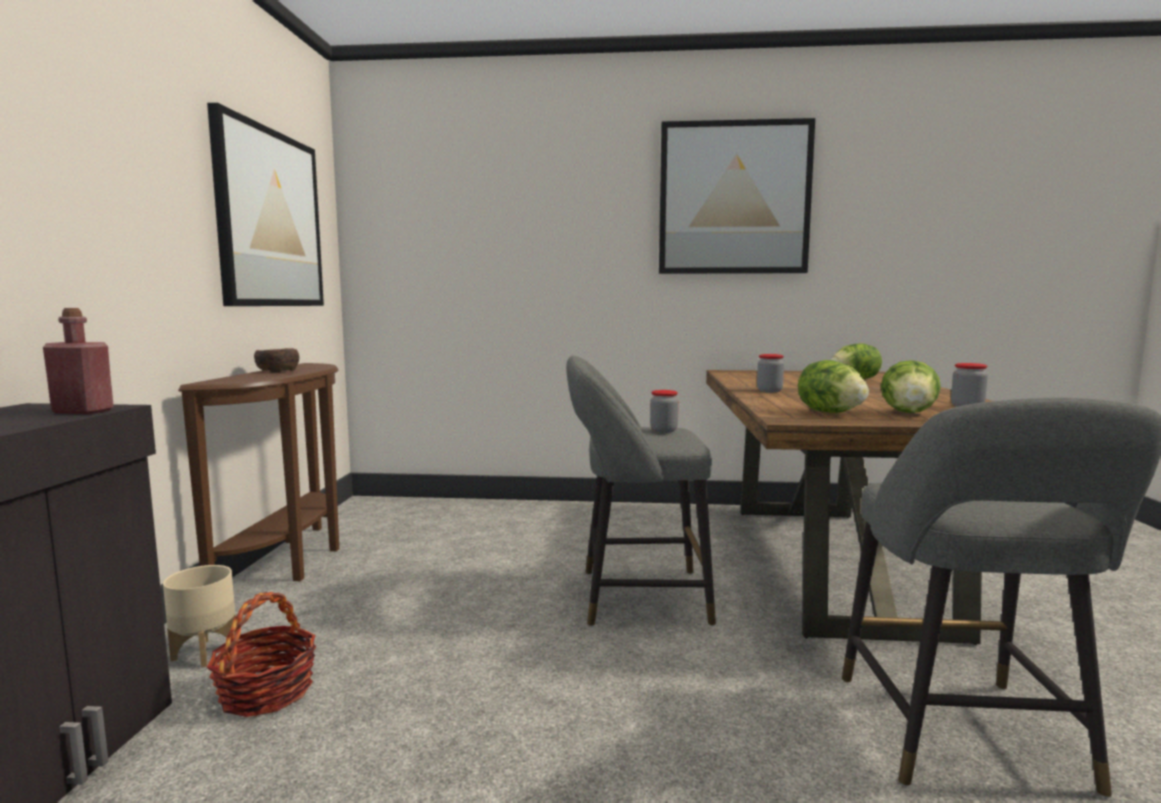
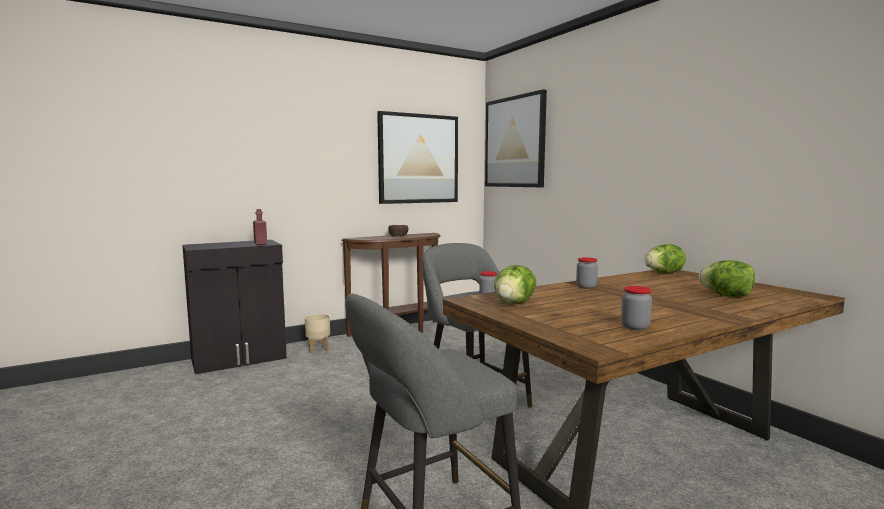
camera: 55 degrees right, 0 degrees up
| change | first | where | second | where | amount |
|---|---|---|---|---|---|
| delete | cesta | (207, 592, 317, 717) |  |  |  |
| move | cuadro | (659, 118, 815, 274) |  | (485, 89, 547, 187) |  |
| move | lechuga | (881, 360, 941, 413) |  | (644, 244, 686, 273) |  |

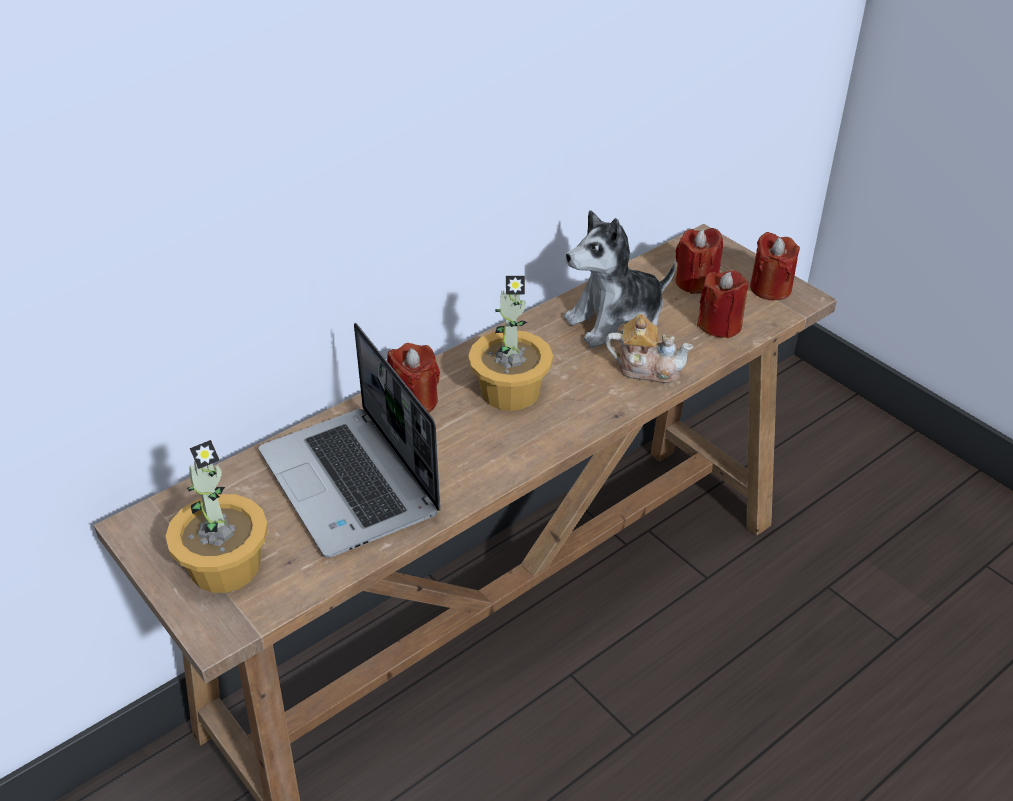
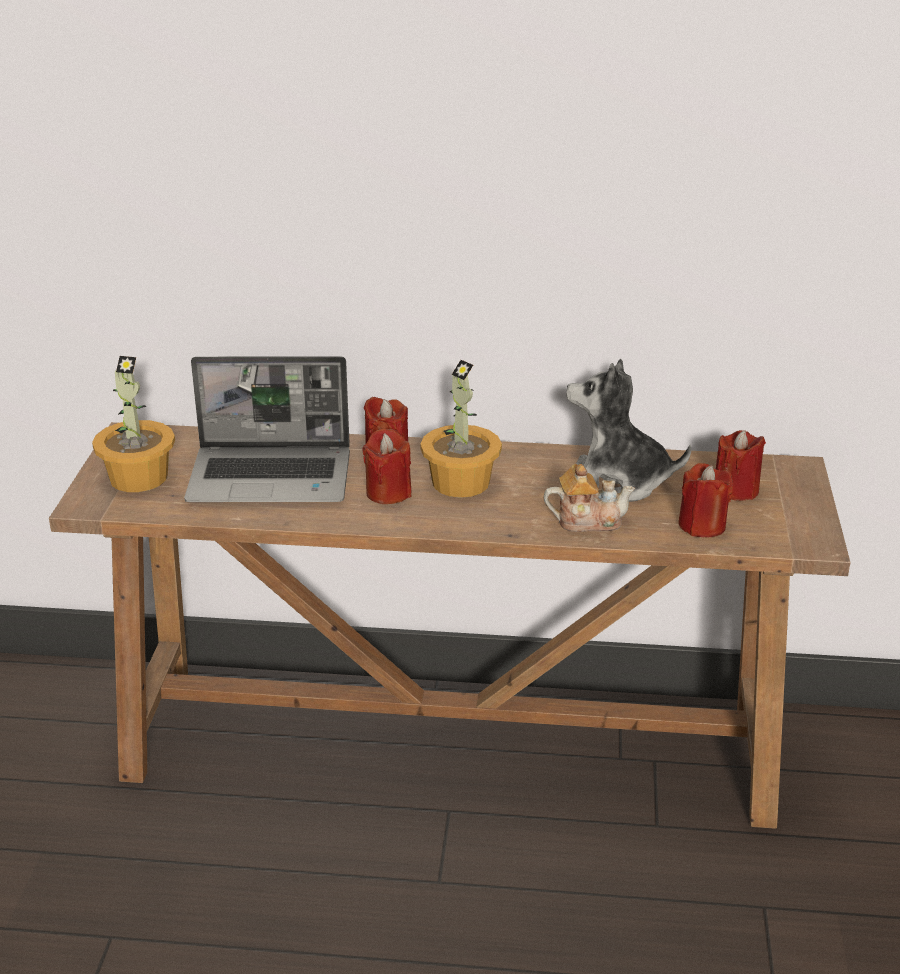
camera: 45 degrees right, 10 degrees down
| change | first | where | second | where | amount |
|---|---|---|---|---|---|
| move | vela [rojo] | (750, 232, 800, 300) |  | (363, 429, 412, 504) |  |
| rotate | portátil | (259, 323, 441, 558) |  | (184, 356, 350, 502) | 105 degrees counterclockwise |
| rotate | tetera | (606, 314, 694, 383) |  | (544, 464, 635, 532) | 60 degrees counterclockwise |

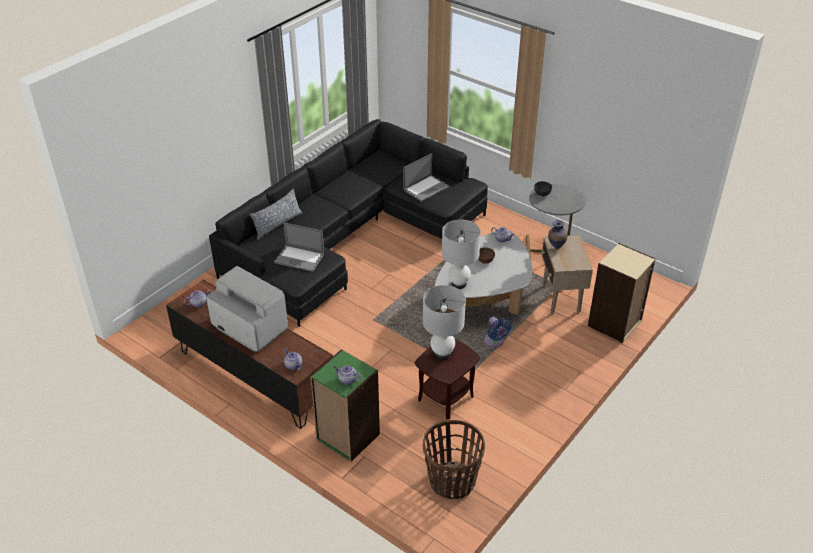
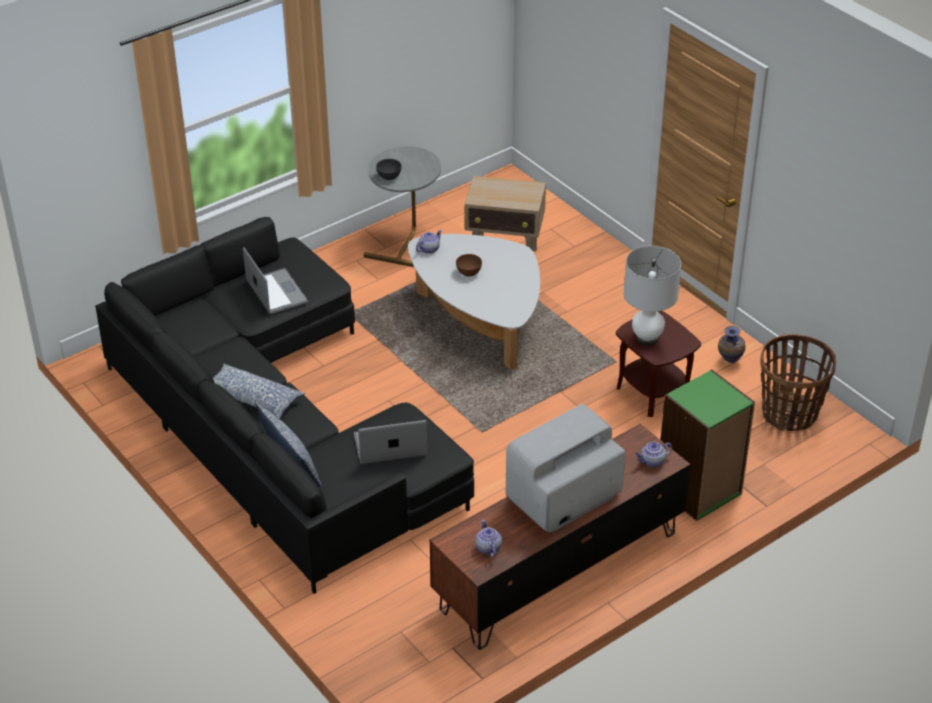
camera: 75 degrees left, 0 degrees up
| change | first | where | second | where | amount |
|---|---|---|---|---|---|
| delete | tetera | (333, 365, 362, 385) |  |  |  |
| delete | lámpara de mesa [blanco] | (442, 219, 481, 289) |  |  |  |
| delete | ventilador [azul] | (484, 317, 512, 347) |  |  |  |
| delete | estantería [beis] | (588, 243, 656, 343) |  |  |  |
| insert |  |  | cojín | (213, 364, 305, 419) |  |
| move | florero | (548, 220, 568, 249) |  | (718, 326, 745, 363) |  |
| rotate | portátil | (274, 222, 324, 272) |  | (354, 420, 427, 464) | 135 degrees counterclockwise |

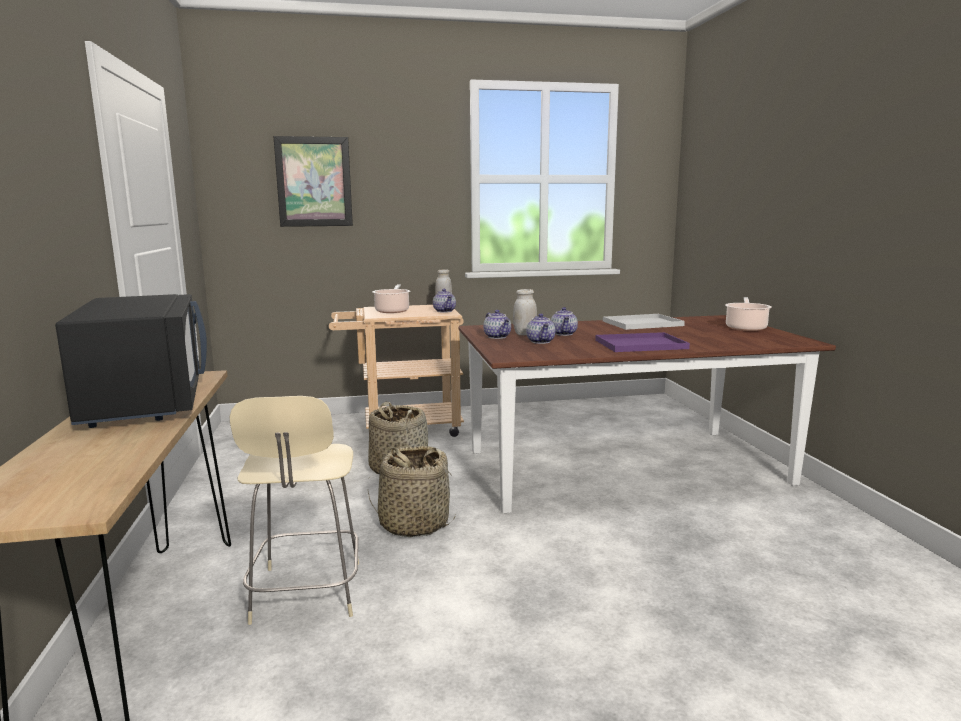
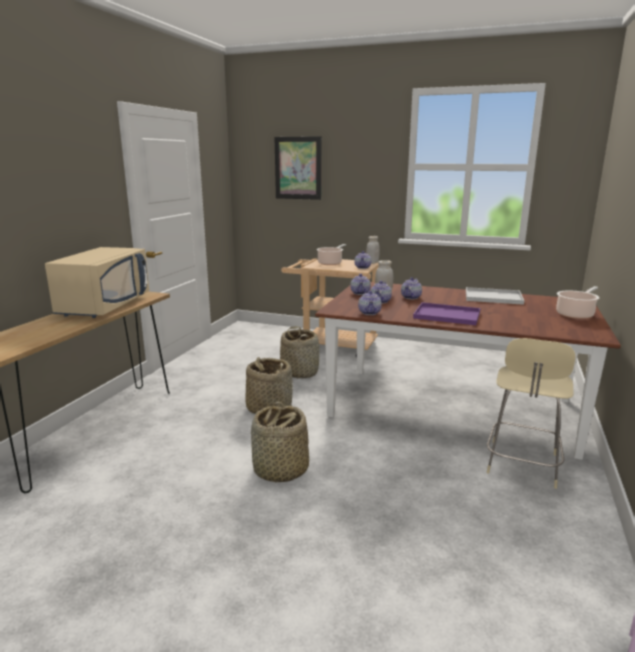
camera: 30 degrees right, 5 degrees up
| change | first | where | second | where | amount |
|---|---|---|---|---|---|
| insert |  |  | cesta | (251, 402, 309, 483) |  |
| insert |  |  | tetera | (358, 291, 382, 315) |  |
| move | silla [beis] | (230, 396, 359, 625) |  | (487, 338, 575, 489) |  |
| recolor | microondas [negro] | (55, 294, 207, 428) | microondas [beis] | (45, 247, 149, 318) |  |

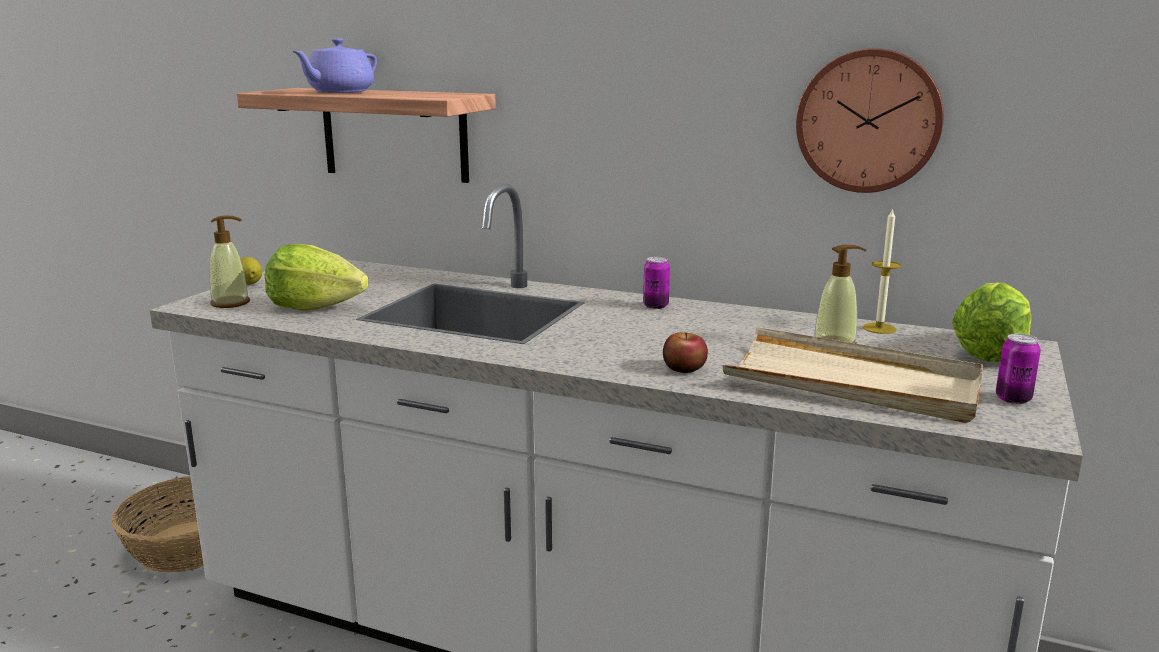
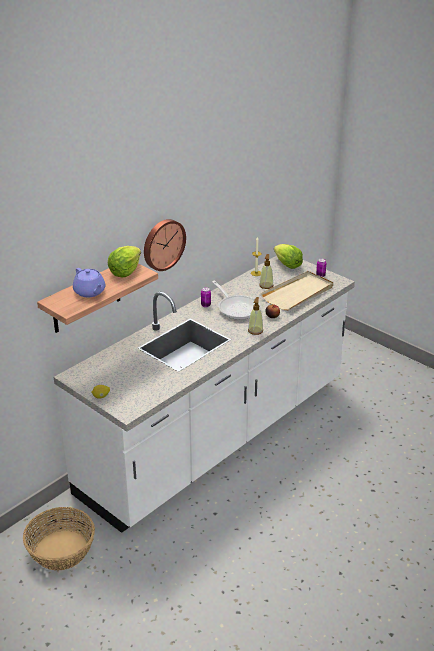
camera: 70 degrees left, 15 degrees up
| change | first | where | second | where | amount |
|---|---|---|---|---|---|
| insert |  |  | sartén | (212, 281, 260, 320) |  |
| move | dispensador de jabón | (210, 216, 250, 308) |  | (248, 297, 263, 335) |  |
| move | lechuga | (265, 244, 369, 311) |  | (108, 246, 141, 277) |  |
| move | reloj de pared | (796, 48, 944, 193) |  | (144, 219, 186, 271) |  |

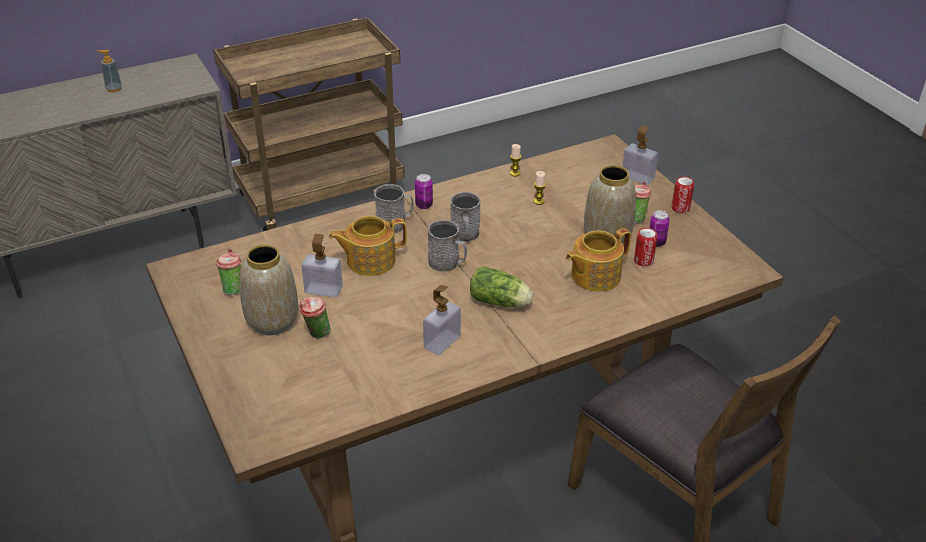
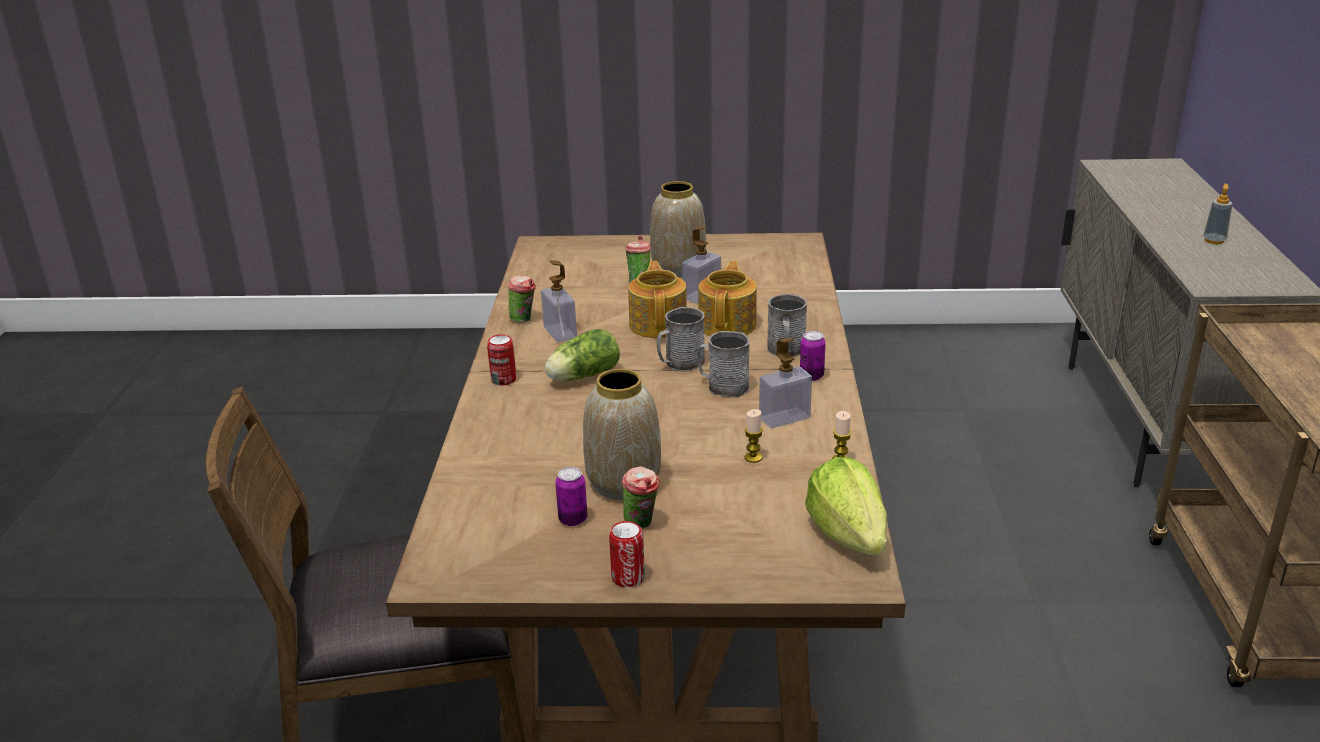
camera: 120 degrees right, 10 degrees down
| change | first | where | second | where | amount |
|---|---|---|---|---|---|
| insert |  |  | lechuga | (805, 457, 887, 555) |  |
| move | taza | (216, 249, 241, 295) |  | (508, 276, 536, 322) |  |
| move | tetera | (565, 228, 631, 292) |  | (628, 261, 687, 338) |  |
| move | dispensador de jabón | (622, 125, 658, 185) |  | (759, 338, 812, 428) |  |
| move | lata | (634, 228, 657, 266) |  | (487, 334, 516, 386) |  |

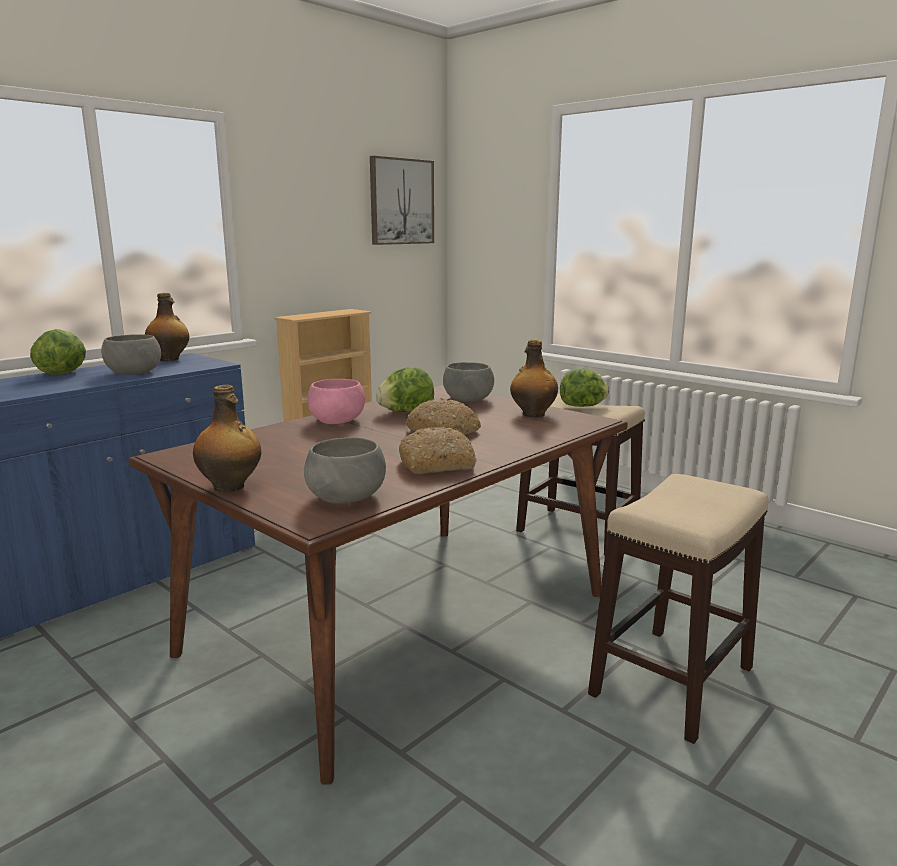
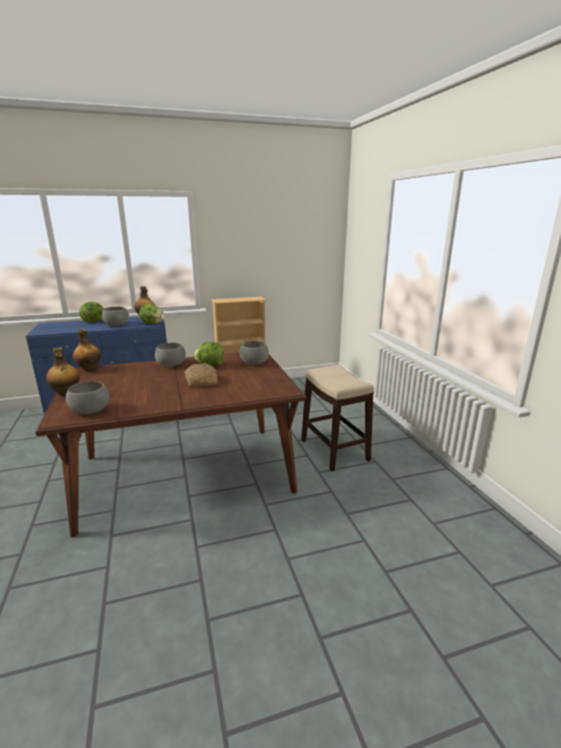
camera: 30 degrees right, 5 degrees up
| change | first | where | second | where | amount |
|---|---|---|---|---|---|
| delete | cuadro | (370, 156, 434, 245) |  |  |  |
| delete | pan | (399, 427, 477, 474) |  |  |  |
| delete | taburete | (588, 474, 768, 744) |  |  |  |
| move | botella | (510, 340, 558, 417) |  | (73, 329, 101, 372) |  |
| move | lechuga | (560, 369, 609, 407) |  | (139, 303, 165, 324) |  |
| recolor | cuenco [rosa] | (307, 379, 365, 424) | cuenco [gris] | (155, 343, 186, 367) |  |

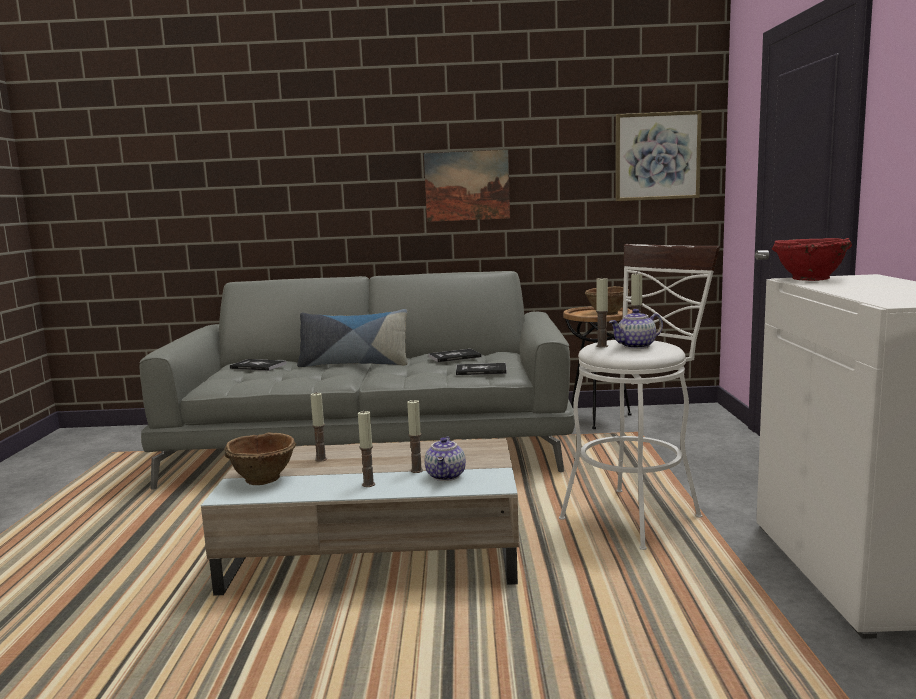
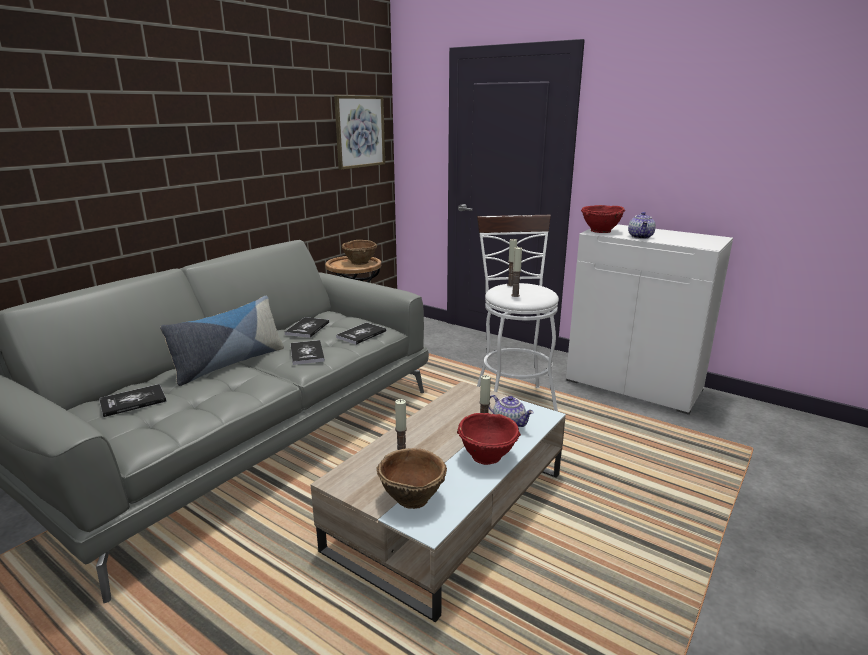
camera: 55 degrees left, 10 degrees up
| change | first | where | second | where | amount |
|---|---|---|---|---|---|
| delete | cuadro | (424, 150, 510, 222) |  |  |  |
| insert |  |  | libro | (290, 340, 325, 365) |  |
| move | tetera | (609, 309, 663, 349) |  | (628, 212, 656, 239) |  |
| replace | vela | (358, 411, 375, 487) | cuenco [rojo] | (457, 413, 521, 465) |  |

